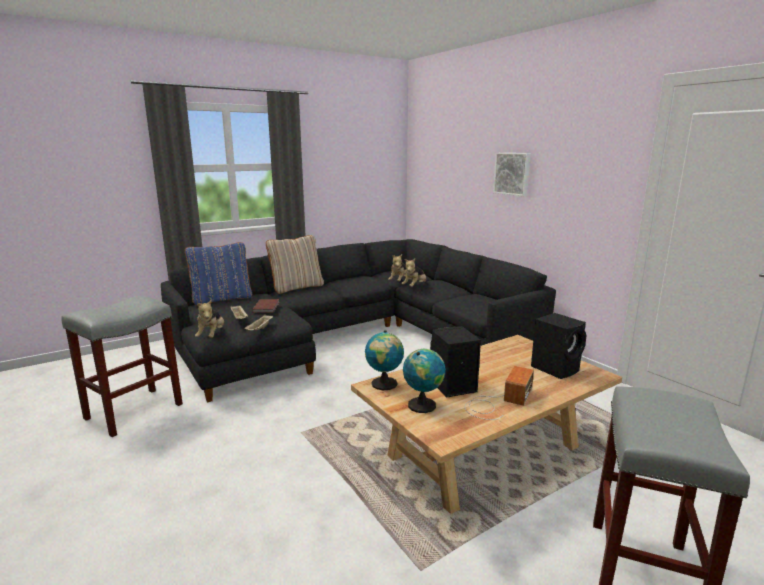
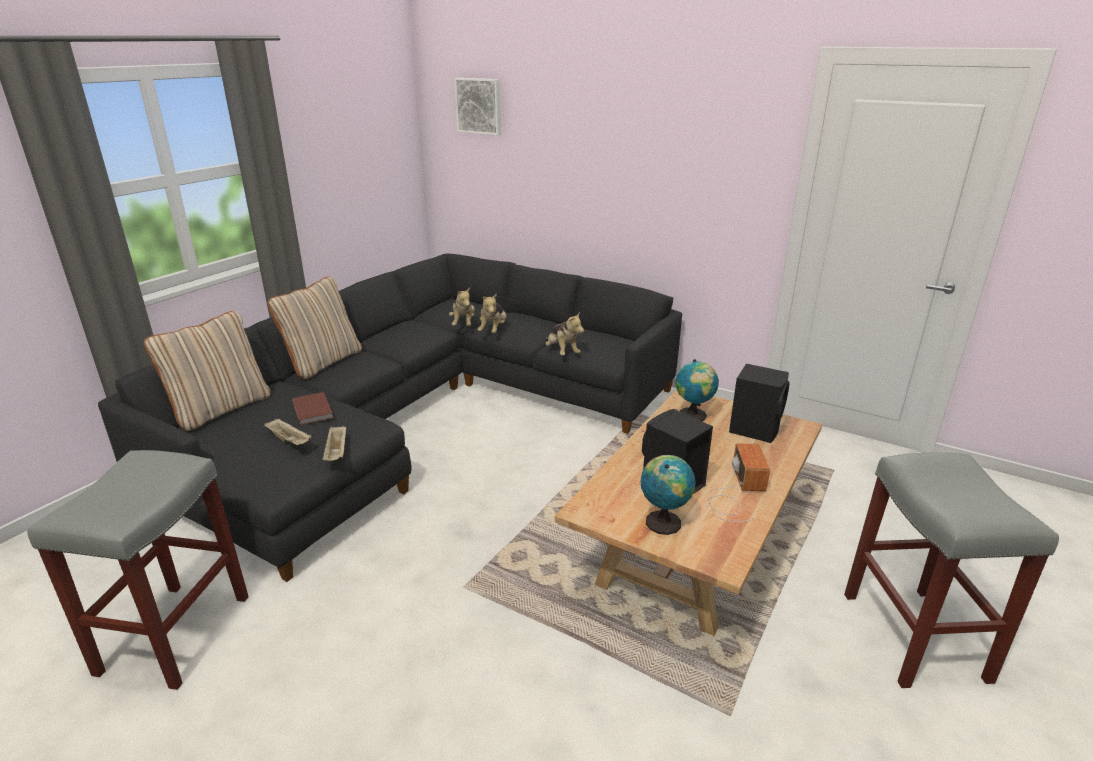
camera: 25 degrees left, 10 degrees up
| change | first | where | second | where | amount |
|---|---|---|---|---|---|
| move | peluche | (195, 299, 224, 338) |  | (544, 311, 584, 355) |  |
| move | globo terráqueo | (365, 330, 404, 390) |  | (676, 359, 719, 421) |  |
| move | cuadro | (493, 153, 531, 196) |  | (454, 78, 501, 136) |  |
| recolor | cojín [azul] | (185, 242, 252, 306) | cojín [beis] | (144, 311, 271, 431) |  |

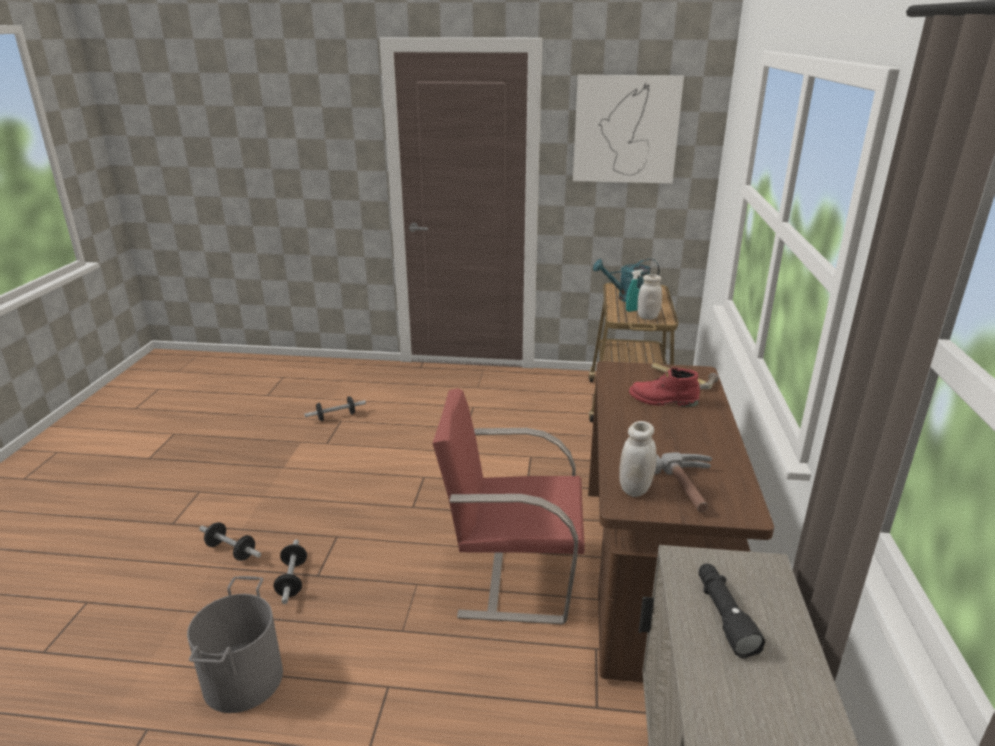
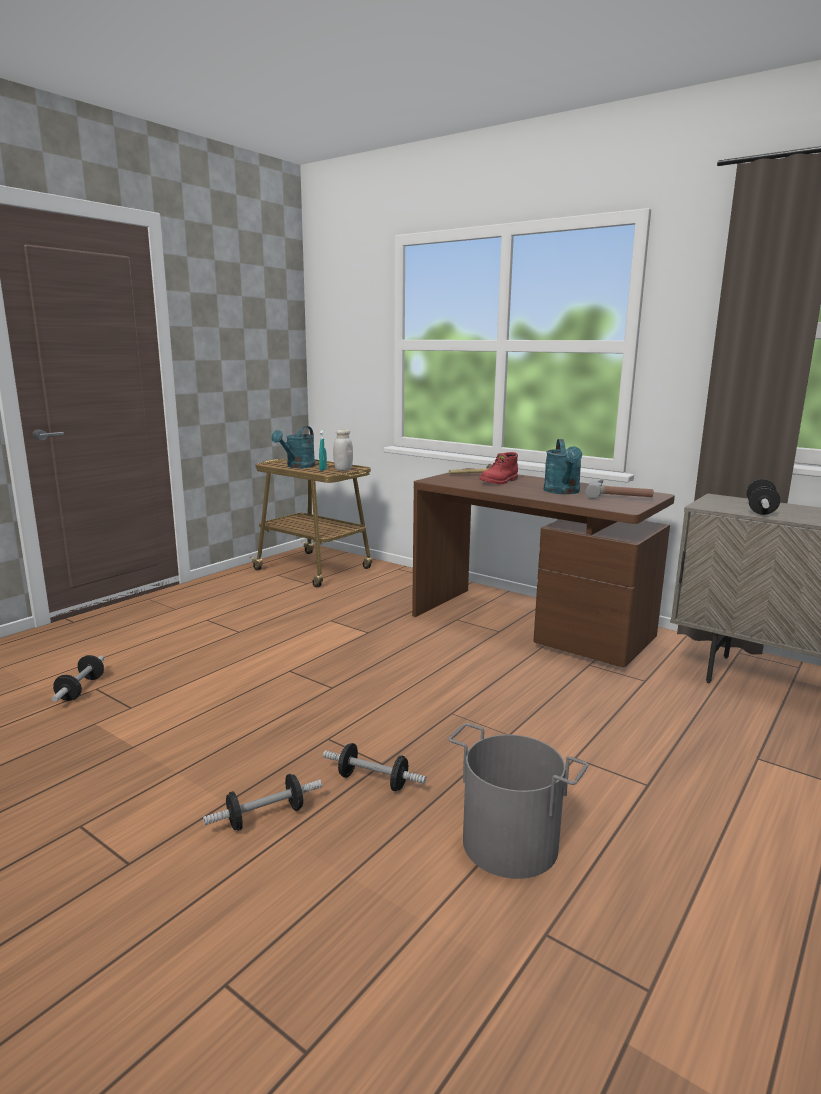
camera: 60 degrees left, 10 degrees down
| change | first | where | second | where | amount |
|---|---|---|---|---|---|
| delete | silla [rojo] | (432, 388, 585, 625) |  |  |  |
| delete | cuadro | (573, 75, 684, 184) |  |  |  |
| delete | tarro [blanco] | (619, 421, 656, 497) |  |  |  |
| insert |  |  | regadera [turquesa] | (543, 439, 582, 494) |  |
| replace | linterna [negro] | (699, 564, 765, 658) | mancuerna | (747, 479, 780, 515) |  |

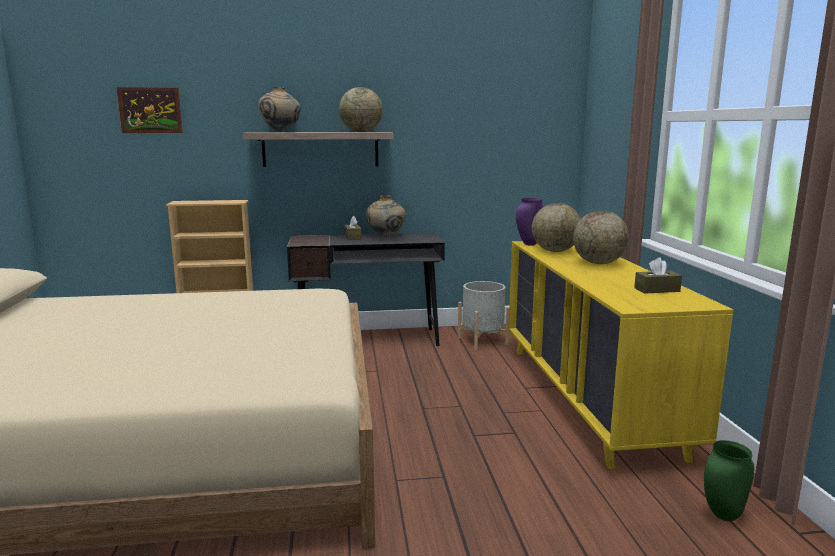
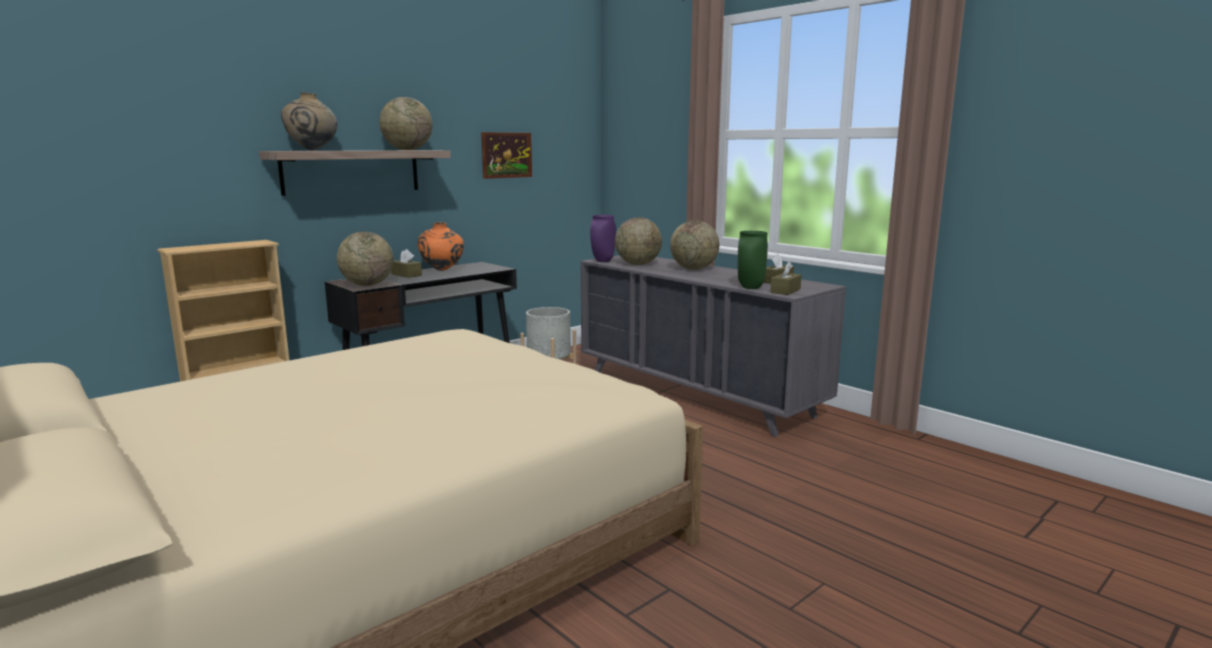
camera: 35 degrees left, 0 degrees up
| change | first | where | second | where | amount |
|---|---|---|---|---|---|
| insert |  |  | globo terráqueo | (337, 232, 394, 286) |  |
| insert |  |  | caja de pañuelos [marrón] | (770, 262, 802, 295) |  |
| move | cuadro | (116, 87, 183, 133) |  | (481, 132, 532, 179) |  |
| move | florero [verde] | (704, 440, 755, 522) |  | (738, 231, 768, 289) |  |
| recolor | florero [beis] | (366, 195, 406, 237) | florero [naranja] | (417, 222, 464, 271) |  |
| recolor | cómoda [amarillo] | (508, 241, 733, 469) | cómoda [gris] | (581, 255, 846, 437) |  |

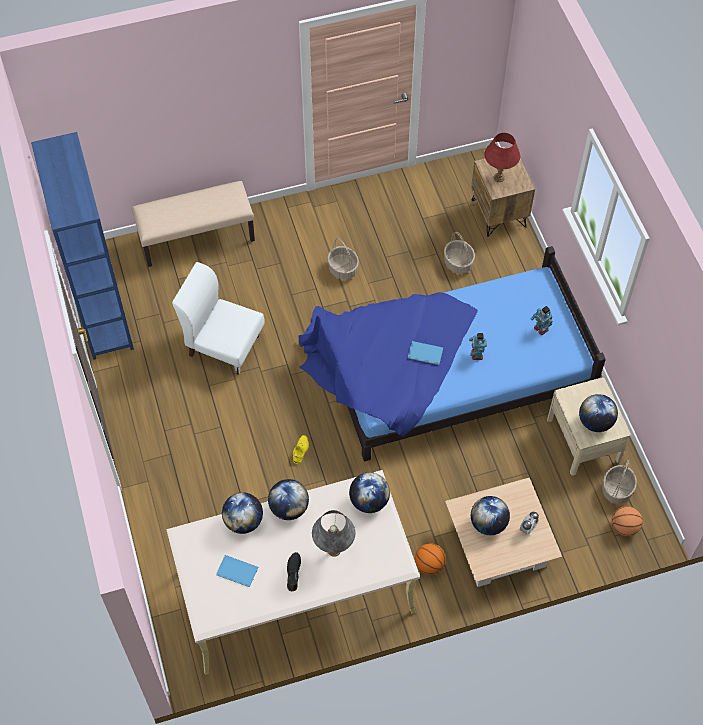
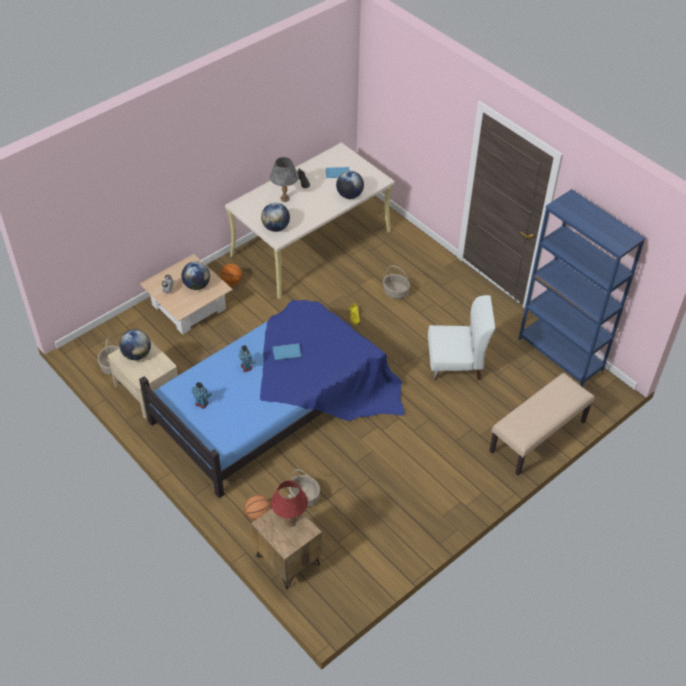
camera: 155 degrees right, 10 degrees down
| change | first | where | second | where | amount |
|---|---|---|---|---|---|
| delete | globo terráqueo | (268, 479, 309, 520) |  |  |  |
| move | cesta | (327, 238, 359, 280) |  | (383, 265, 410, 299) |  |
| move | balón de baloncesto | (612, 506, 643, 536) |  | (244, 495, 271, 521) |  |

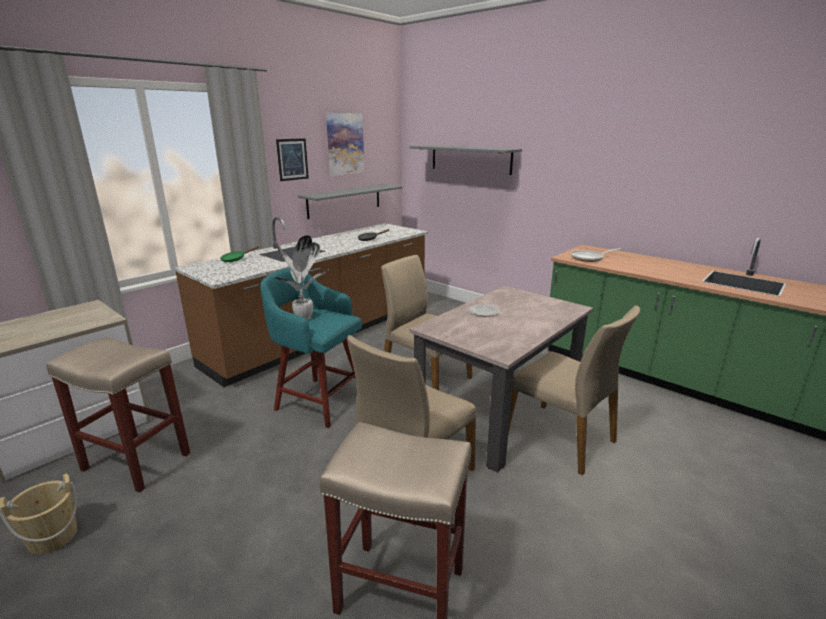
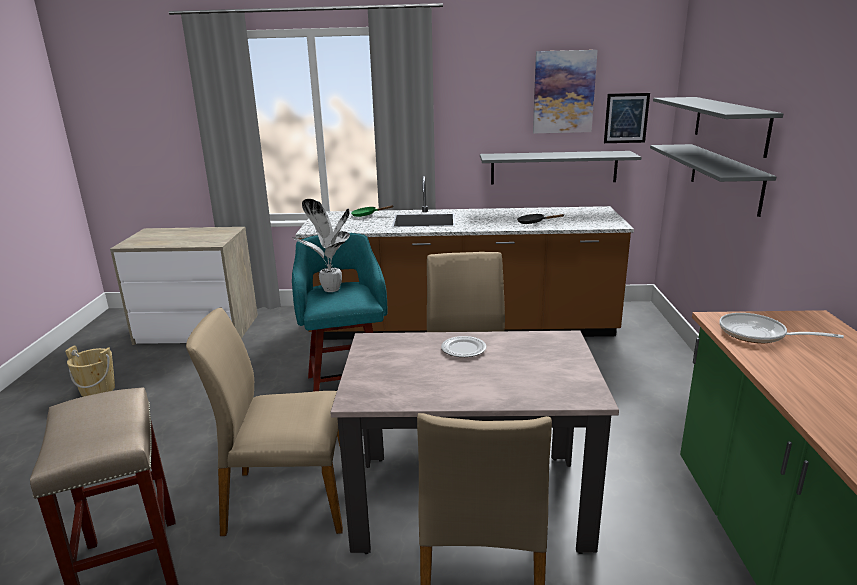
camera: 50 degrees right, 0 degrees up
| change | first | where | second | where | amount |
|---|---|---|---|---|---|
| delete | taburete [beis] | (46, 337, 190, 493) |  |  |  |
| insert |  |  | estante [gris] | (650, 144, 777, 217) |  |
| move | cuadro | (276, 138, 309, 181) |  | (604, 93, 650, 143) |  |

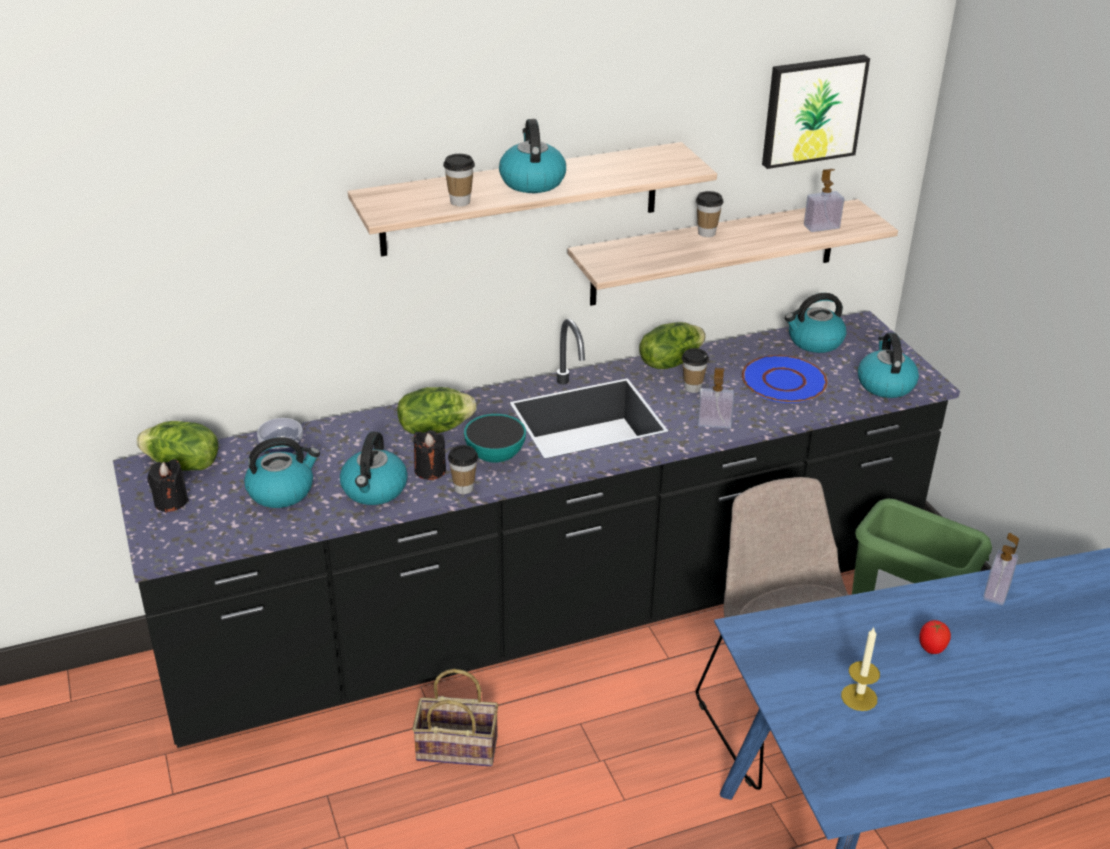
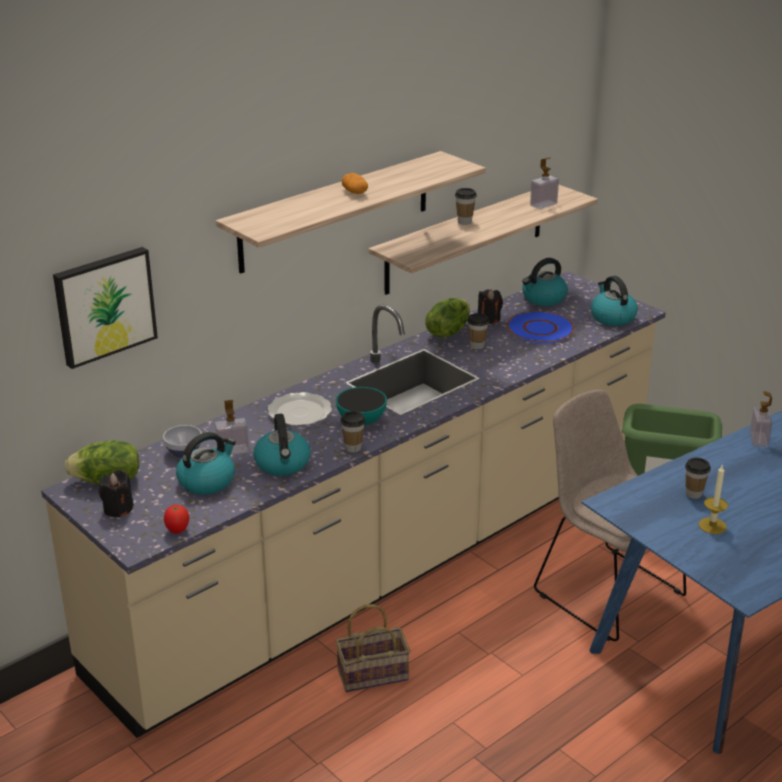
camera: 20 degrees left, 5 degrees down
| change | first | where | second | where | amount |
|---|---|---|---|---|---|
| move | vela [negro] | (413, 430, 446, 480) |  | (478, 289, 503, 324) |  |
| move | taza | (443, 154, 475, 206) |  | (685, 458, 711, 499) |  |
| move | dispensador de jabón | (698, 368, 735, 428) |  | (215, 400, 249, 455) |  |
| move | cuadro | (762, 55, 870, 169) |  | (53, 247, 158, 369) |  |
| move | tomate | (919, 620, 951, 654) |  | (164, 505, 189, 534) |  |
| replace | lechuga | (397, 387, 476, 434) | plato | (268, 392, 332, 426) |  |
| replace | hervidor | (499, 119, 566, 193) | patata | (342, 173, 368, 194) |  |
| recolor | mueble bajo de cocina [negro] | (113, 311, 960, 748) | mueble bajo de cocina [beis] | (41, 271, 666, 738) |  |

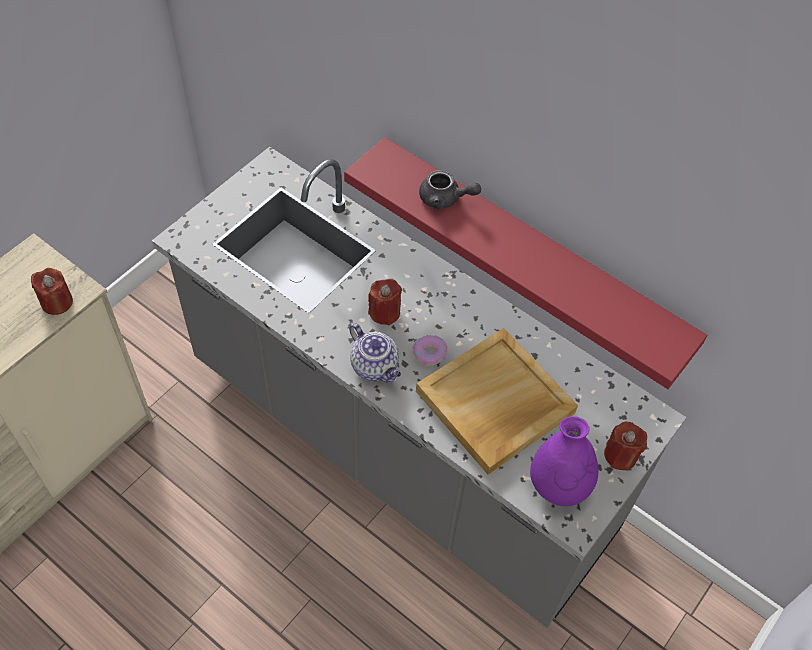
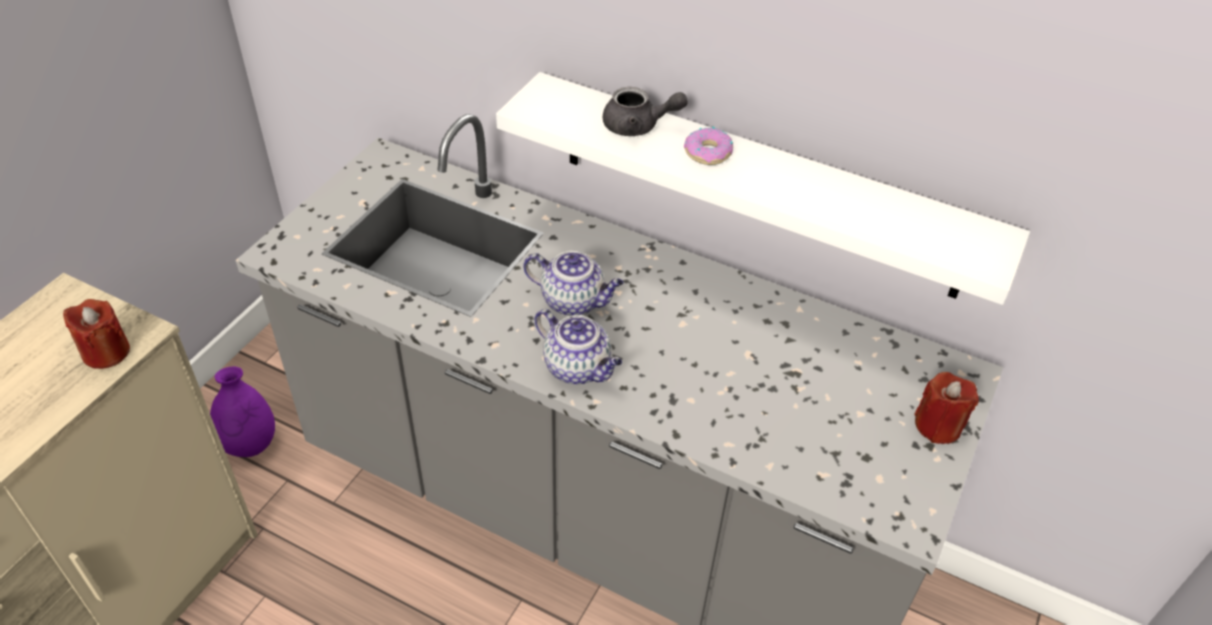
camera: 10 degrees left, 10 degrees down
| change | first | where | second | where | amount |
|---|---|---|---|---|---|
| delete | bandeja [beis] | (416, 328, 578, 474) |  |  |  |
| move | rosquilla | (413, 335, 447, 366) |  | (684, 127, 733, 165) |  |
| move | florero [morado] | (530, 416, 598, 506) |  | (210, 366, 275, 457) |  |
| replace | vela [rojo] | (368, 279, 402, 325) | tetera | (523, 251, 624, 316) |  |
| recolor | estante [rojo] | (344, 137, 708, 389) | estante [blanco] | (496, 72, 1030, 305) |  |

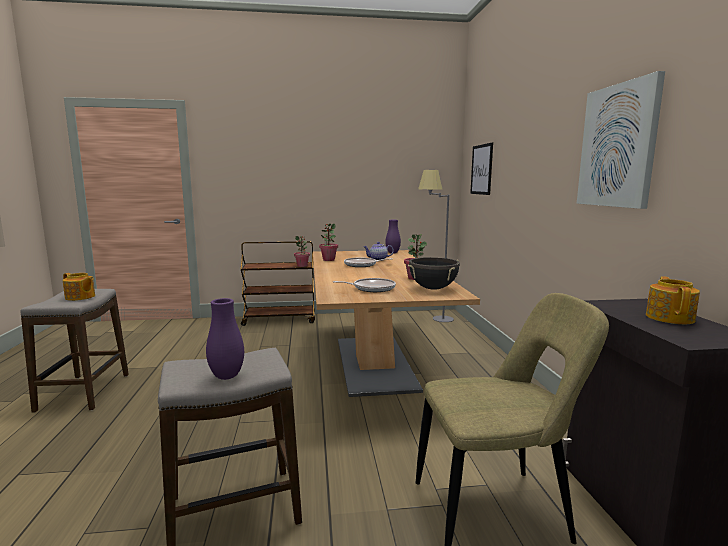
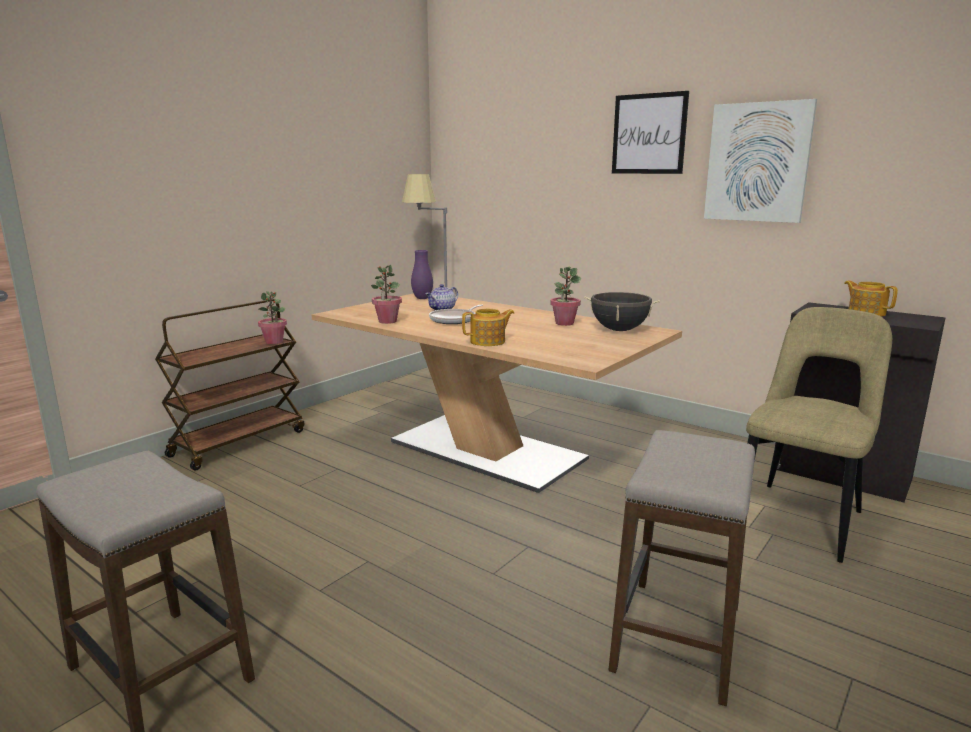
camera: 45 degrees left, 5 degrees up
| change | first | where | second | where | amount |
|---|---|---|---|---|---|
| delete | florero [morado] | (206, 298, 244, 380) |  |  |  |
| delete | sartén | (333, 278, 396, 292) |  |  |  |
| move | tetera | (63, 273, 95, 301) |  | (462, 309, 514, 346) |  |
| move | cuadro | (470, 143, 493, 195) |  | (612, 91, 689, 174) |  |

